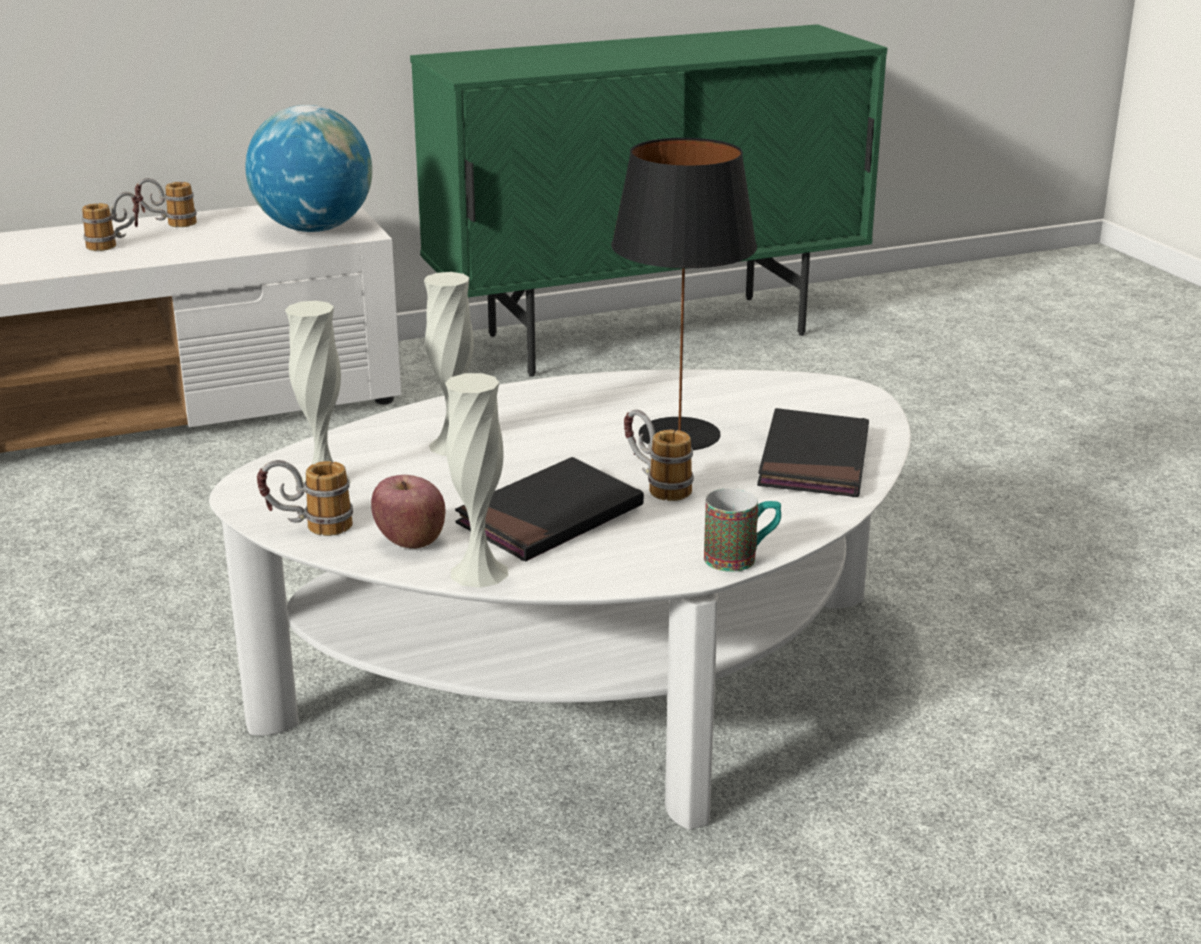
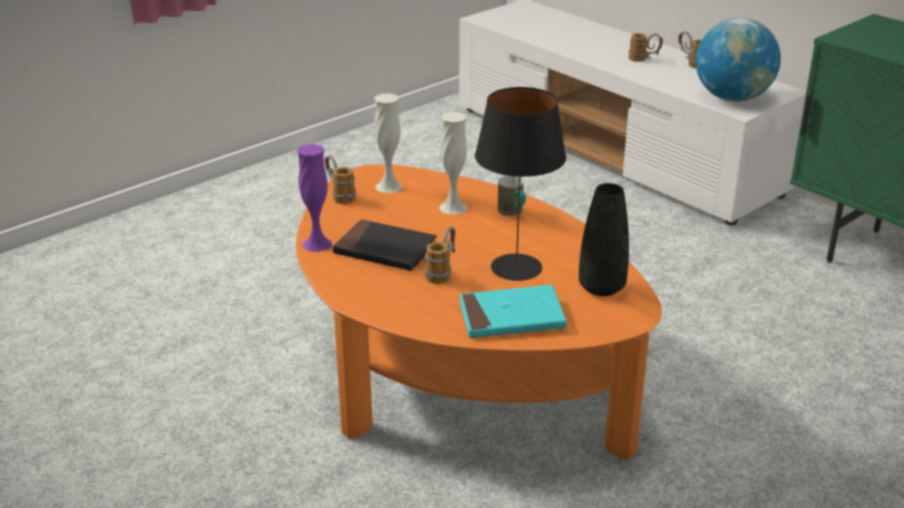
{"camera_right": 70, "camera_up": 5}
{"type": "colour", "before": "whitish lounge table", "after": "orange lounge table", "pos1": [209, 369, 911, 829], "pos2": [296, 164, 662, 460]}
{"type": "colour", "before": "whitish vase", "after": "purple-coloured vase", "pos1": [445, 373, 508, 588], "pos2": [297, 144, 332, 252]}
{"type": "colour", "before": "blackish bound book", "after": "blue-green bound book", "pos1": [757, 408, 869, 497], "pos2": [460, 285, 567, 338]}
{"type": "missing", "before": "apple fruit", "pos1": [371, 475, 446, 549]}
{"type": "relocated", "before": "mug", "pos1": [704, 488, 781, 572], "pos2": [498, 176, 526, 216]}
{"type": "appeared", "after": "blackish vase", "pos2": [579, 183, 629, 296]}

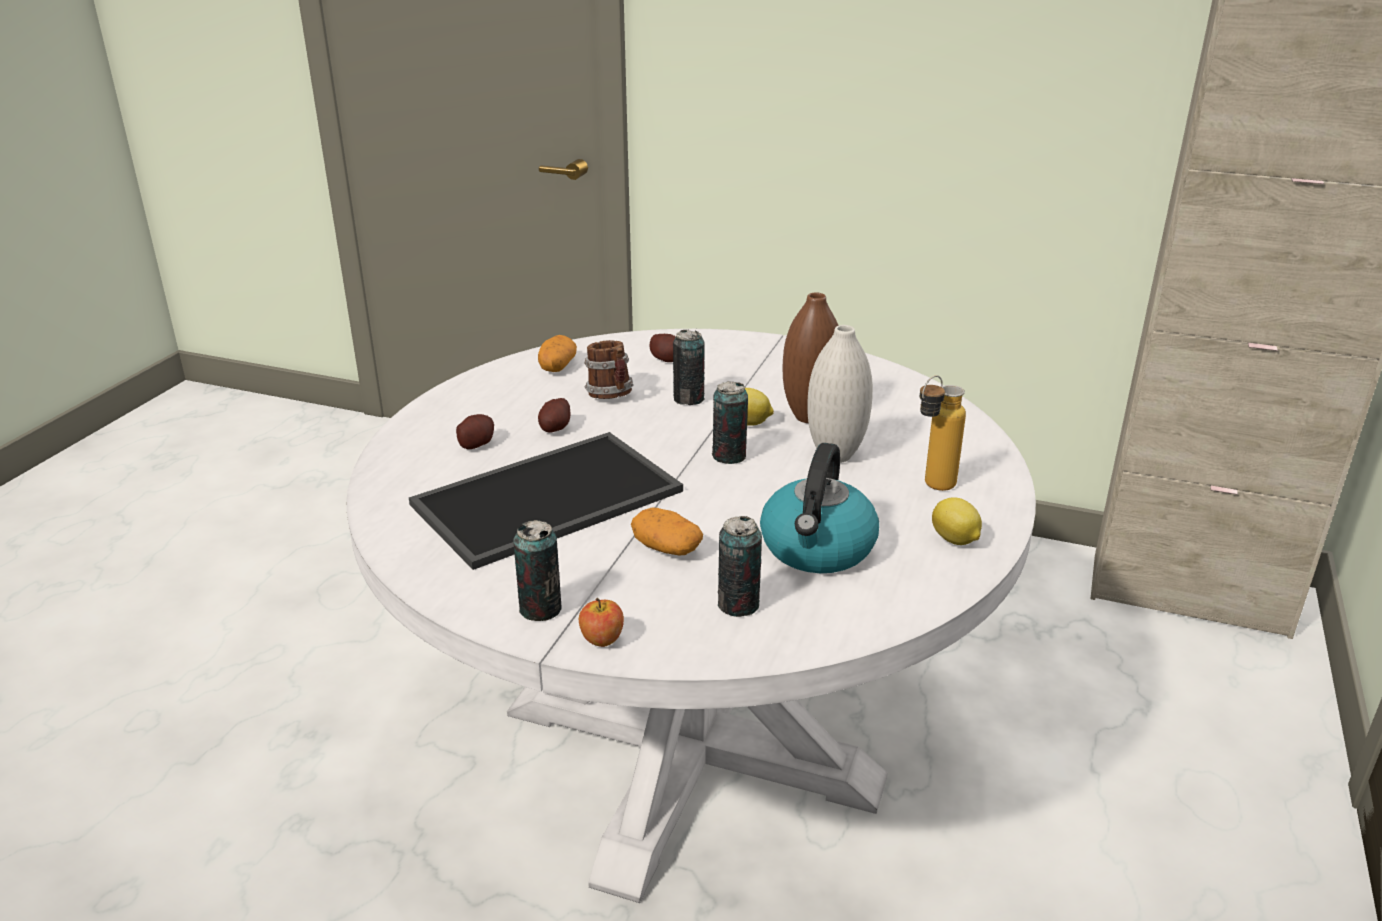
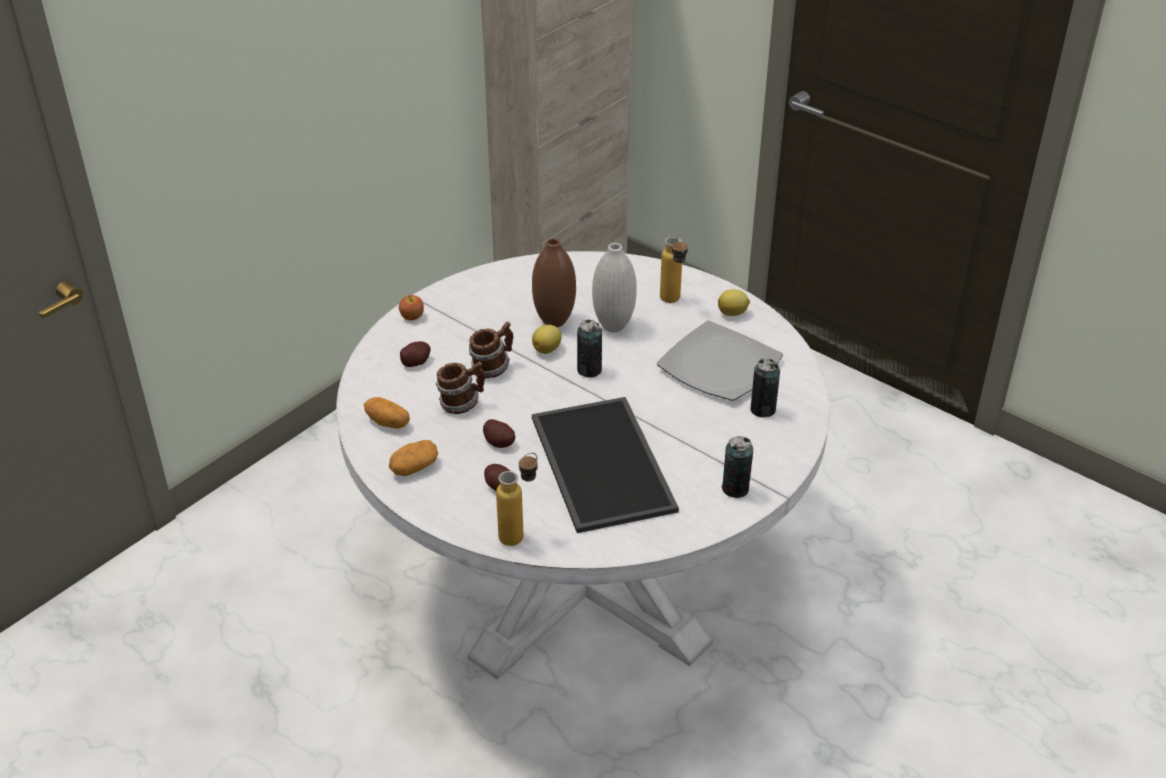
{"camera_right": -70, "camera_up": 10}
{"type": "exchanged", "before": "metal can", "after": "mug", "pos1": [673, 330, 705, 405], "pos2": [469, 322, 513, 378]}
{"type": "exchanged", "before": "kettle", "after": "dinner plate", "pos1": [760, 443, 879, 573], "pos2": [657, 321, 783, 401]}
{"type": "relocated", "before": "whole potato", "pos1": [631, 508, 703, 555], "pos2": [389, 440, 438, 476]}
{"type": "relocated", "before": "apple fruit", "pos1": [579, 598, 624, 647], "pos2": [399, 295, 424, 320]}
{"type": "appeared", "after": "beverage bottle", "pos2": [496, 453, 538, 546]}

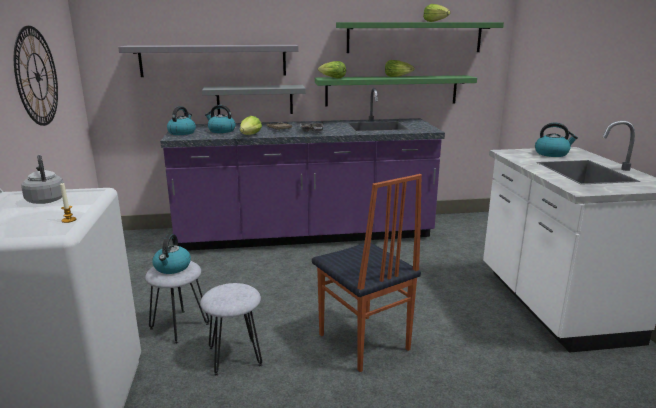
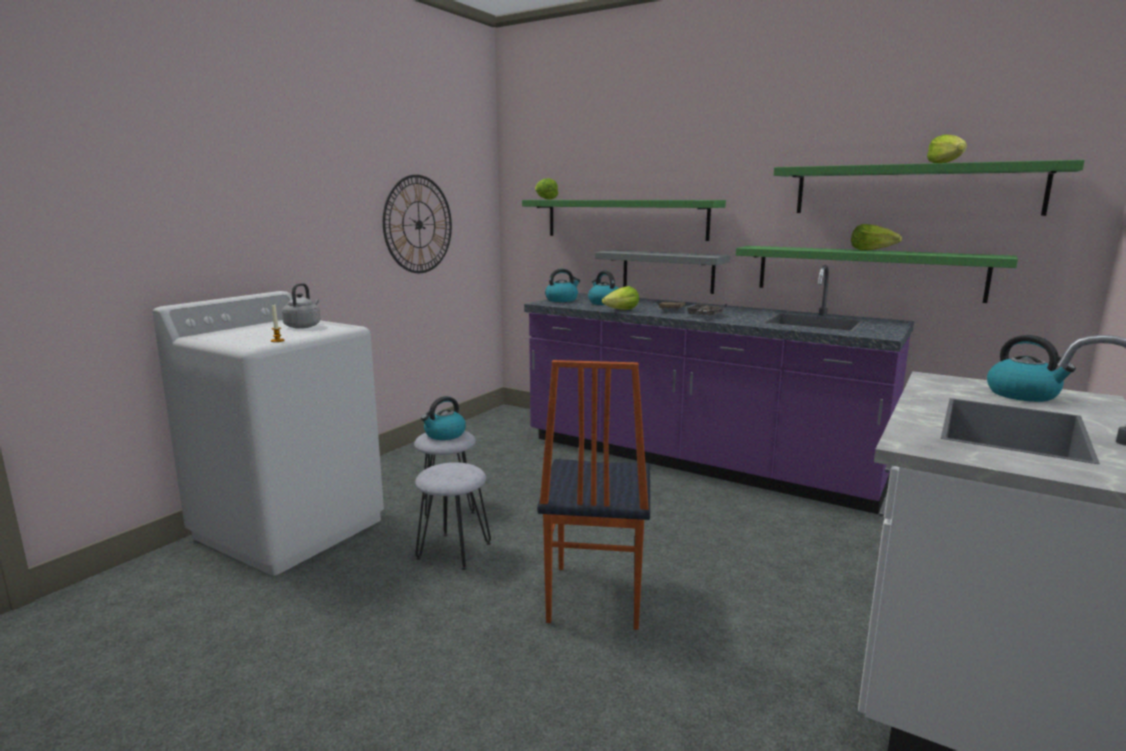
{"camera_right": 40, "camera_up": -5}
{"type": "colour", "before": "gray wall shelf", "after": "green wall shelf", "pos1": [118, 45, 299, 77], "pos2": [522, 200, 726, 241]}
{"type": "relocated", "before": "lettuce head", "pos1": [318, 61, 346, 79], "pos2": [535, 178, 558, 200]}

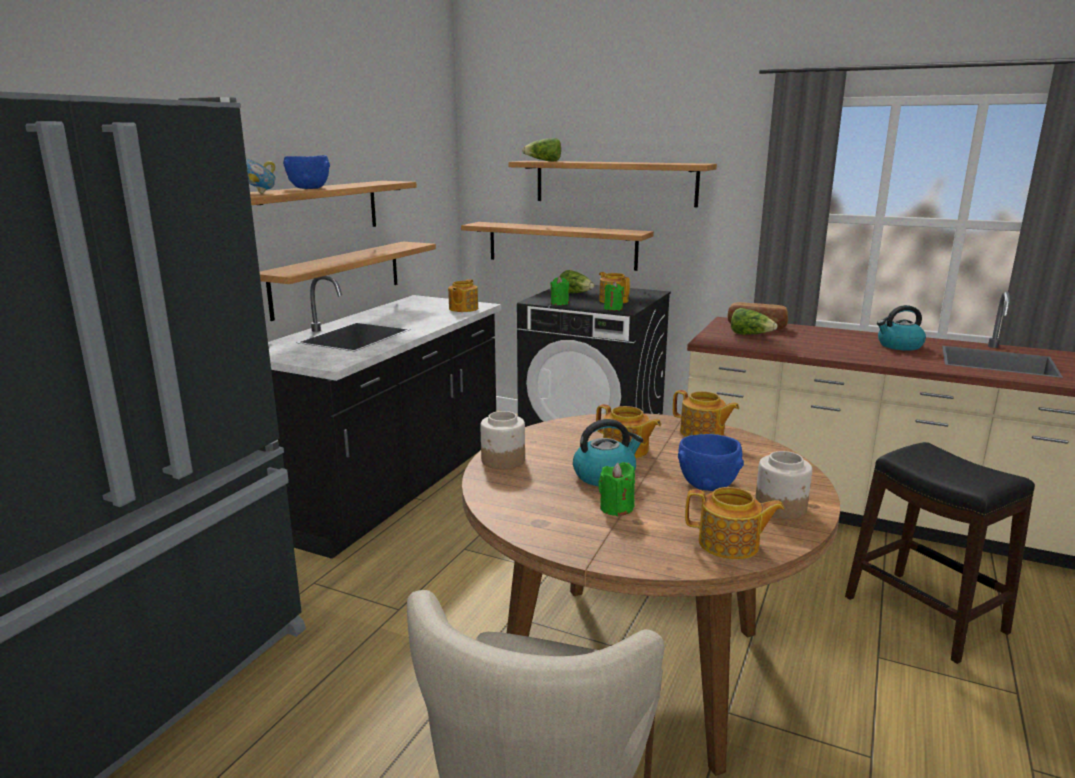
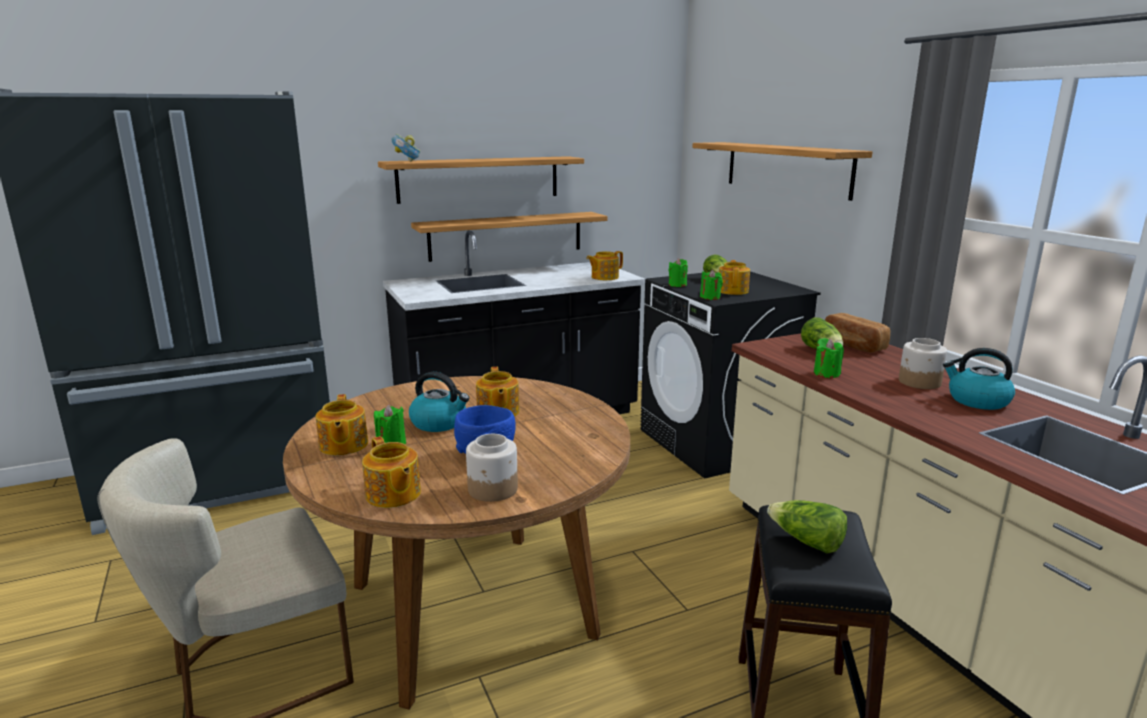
{"camera_right": 40, "camera_up": 0}
{"type": "relocated", "before": "lettuce head", "pos1": [522, 138, 561, 161], "pos2": [767, 500, 847, 553]}
{"type": "missing", "before": "blue serving bowl", "pos1": [283, 155, 330, 189]}
{"type": "missing", "before": "wall shelf", "pos1": [461, 222, 654, 271]}
{"type": "relocated", "before": "teapot", "pos1": [673, 390, 739, 437], "pos2": [315, 394, 368, 456]}
{"type": "relocated", "before": "storage jar", "pos1": [480, 411, 525, 469], "pos2": [899, 338, 947, 389]}
{"type": "appeared", "after": "green wax candle", "pos2": [814, 338, 844, 378]}

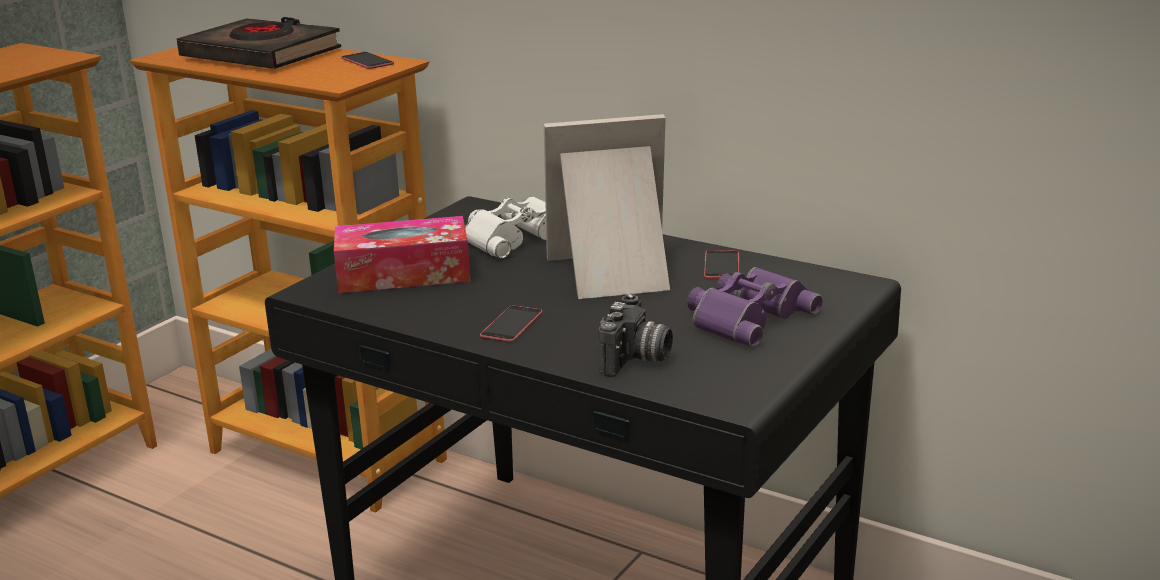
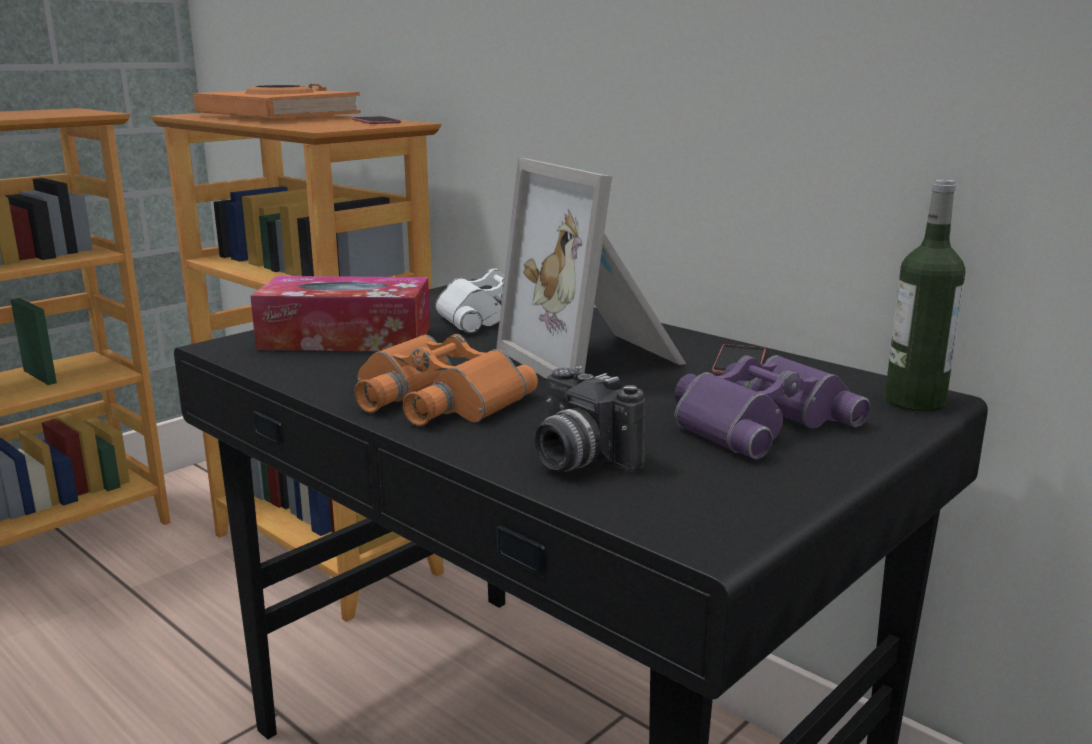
{"camera_right": 10, "camera_up": -5}
{"type": "colour", "before": "blackish bound book", "after": "orange bound book", "pos1": [177, 17, 341, 69], "pos2": [193, 84, 361, 118]}
{"type": "spun", "before": "standing frame", "pos1": [544, 114, 670, 299], "pos2": [496, 158, 686, 379], "turn": -120}
{"type": "spun", "before": "still camera", "pos1": [598, 293, 673, 377], "pos2": [535, 366, 645, 473], "turn": 105}
{"type": "exchanged", "before": "handset", "after": "orange binoculars", "pos1": [480, 305, 542, 342], "pos2": [354, 334, 538, 426]}
{"type": "appeared", "after": "beverage bottle", "pos2": [885, 179, 965, 412]}

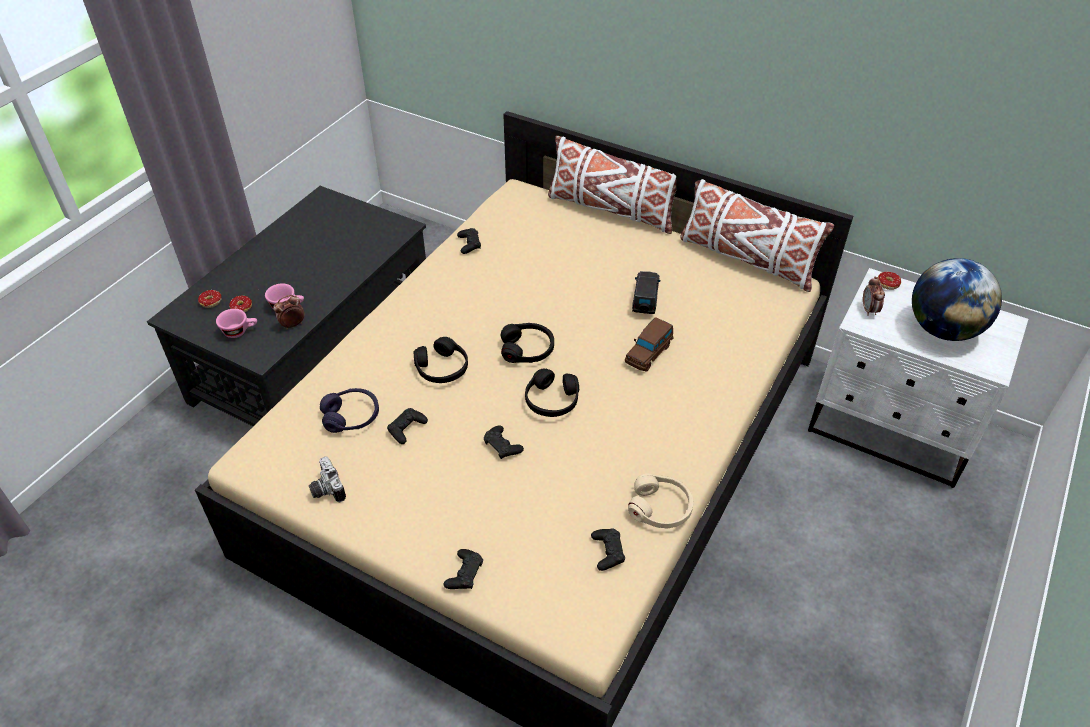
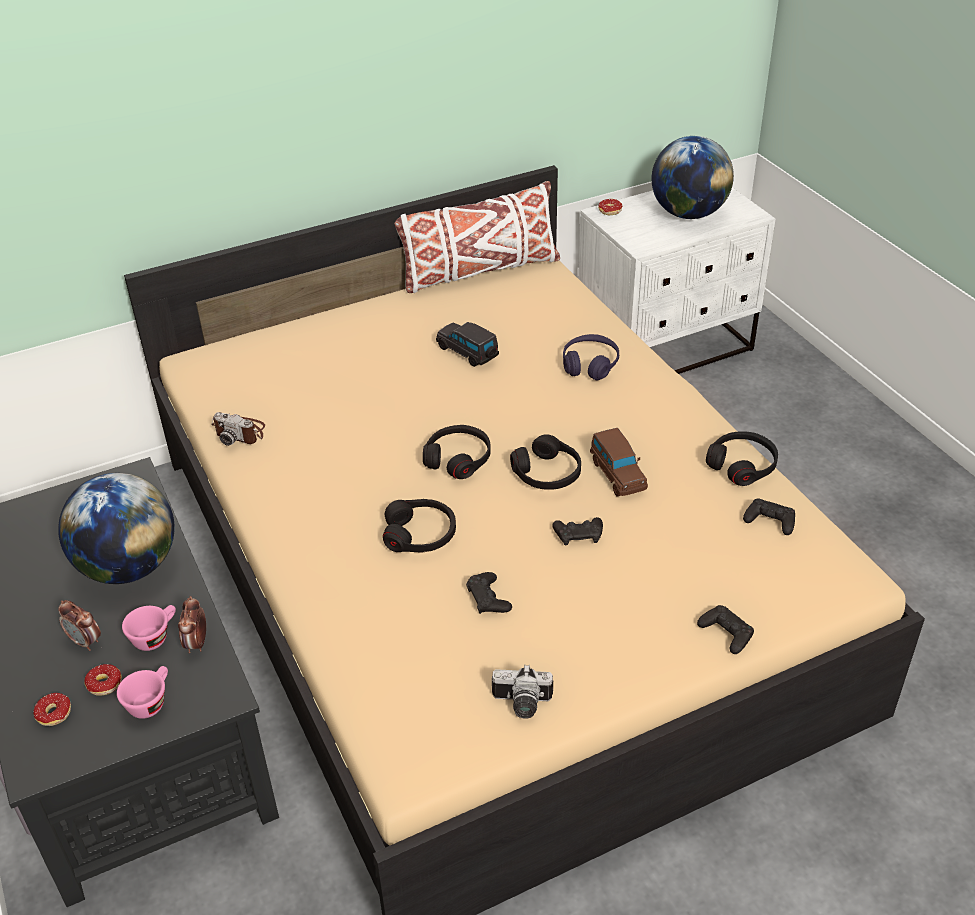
{"camera_right": -55, "camera_up": -5}
{"type": "missing", "before": "whitish cushion", "pos1": [548, 136, 677, 234]}
{"type": "exchanged", "before": "blackish joypad", "after": "still camera", "pos1": [457, 228, 481, 254], "pos2": [211, 412, 265, 446]}
{"type": "relocated", "before": "table clock", "pos1": [863, 276, 885, 316], "pos2": [58, 600, 101, 651]}
{"type": "relocated", "before": "brown toy car", "pos1": [625, 317, 674, 372], "pos2": [590, 428, 648, 497]}
{"type": "relocated", "before": "purple-coloured headset", "pos1": [320, 388, 379, 433], "pos2": [563, 334, 619, 380]}
{"type": "colour", "before": "beige headset", "after": "blackish headset", "pos1": [628, 473, 694, 528], "pos2": [706, 431, 778, 486]}
{"type": "appeared", "after": "desk globe", "pos2": [58, 473, 175, 584]}

